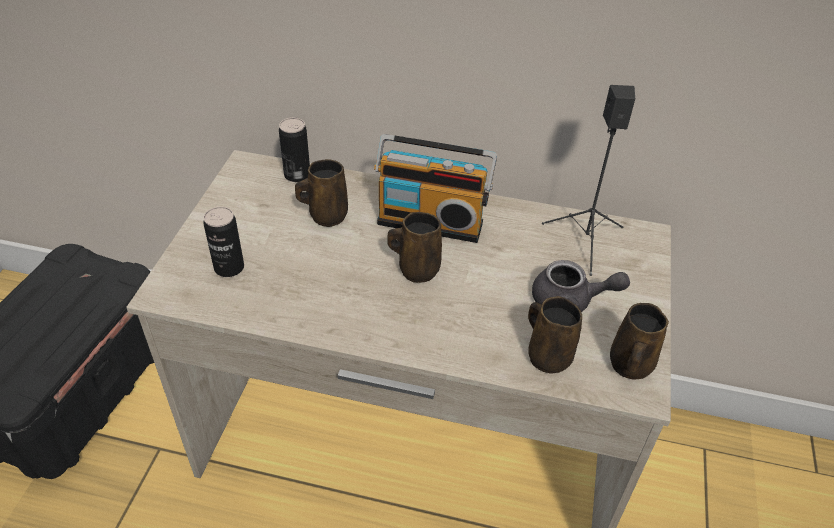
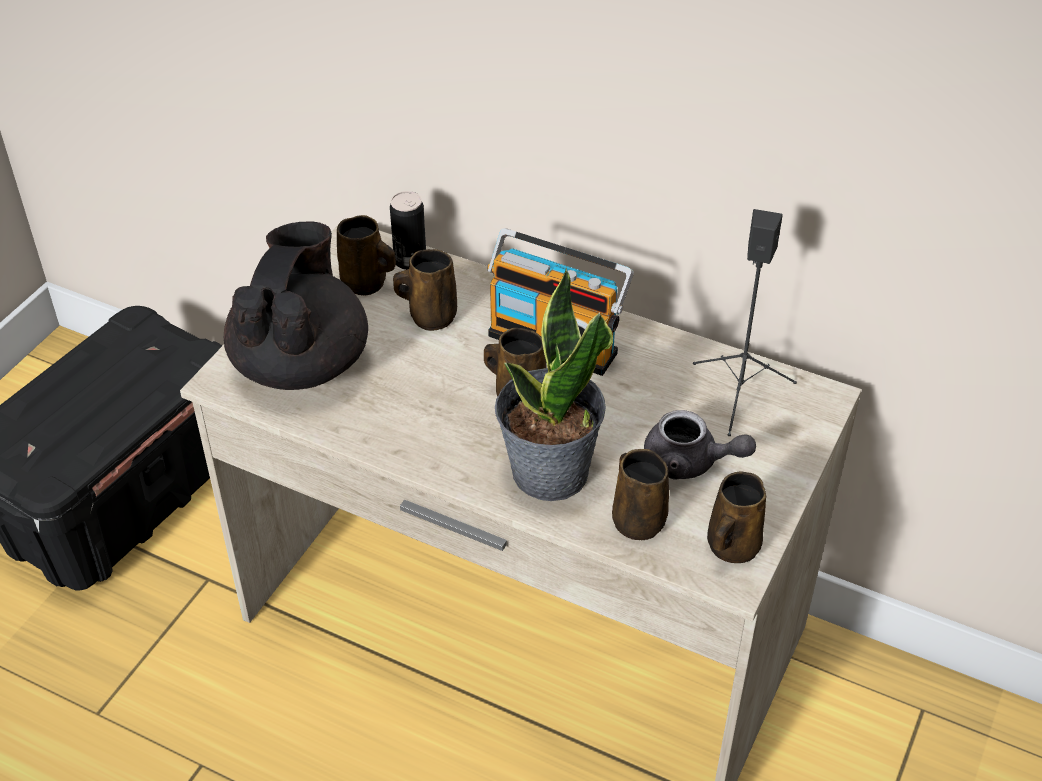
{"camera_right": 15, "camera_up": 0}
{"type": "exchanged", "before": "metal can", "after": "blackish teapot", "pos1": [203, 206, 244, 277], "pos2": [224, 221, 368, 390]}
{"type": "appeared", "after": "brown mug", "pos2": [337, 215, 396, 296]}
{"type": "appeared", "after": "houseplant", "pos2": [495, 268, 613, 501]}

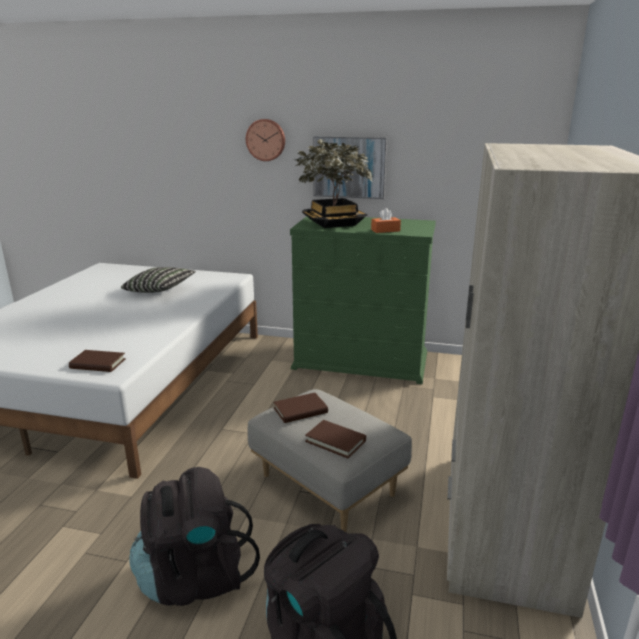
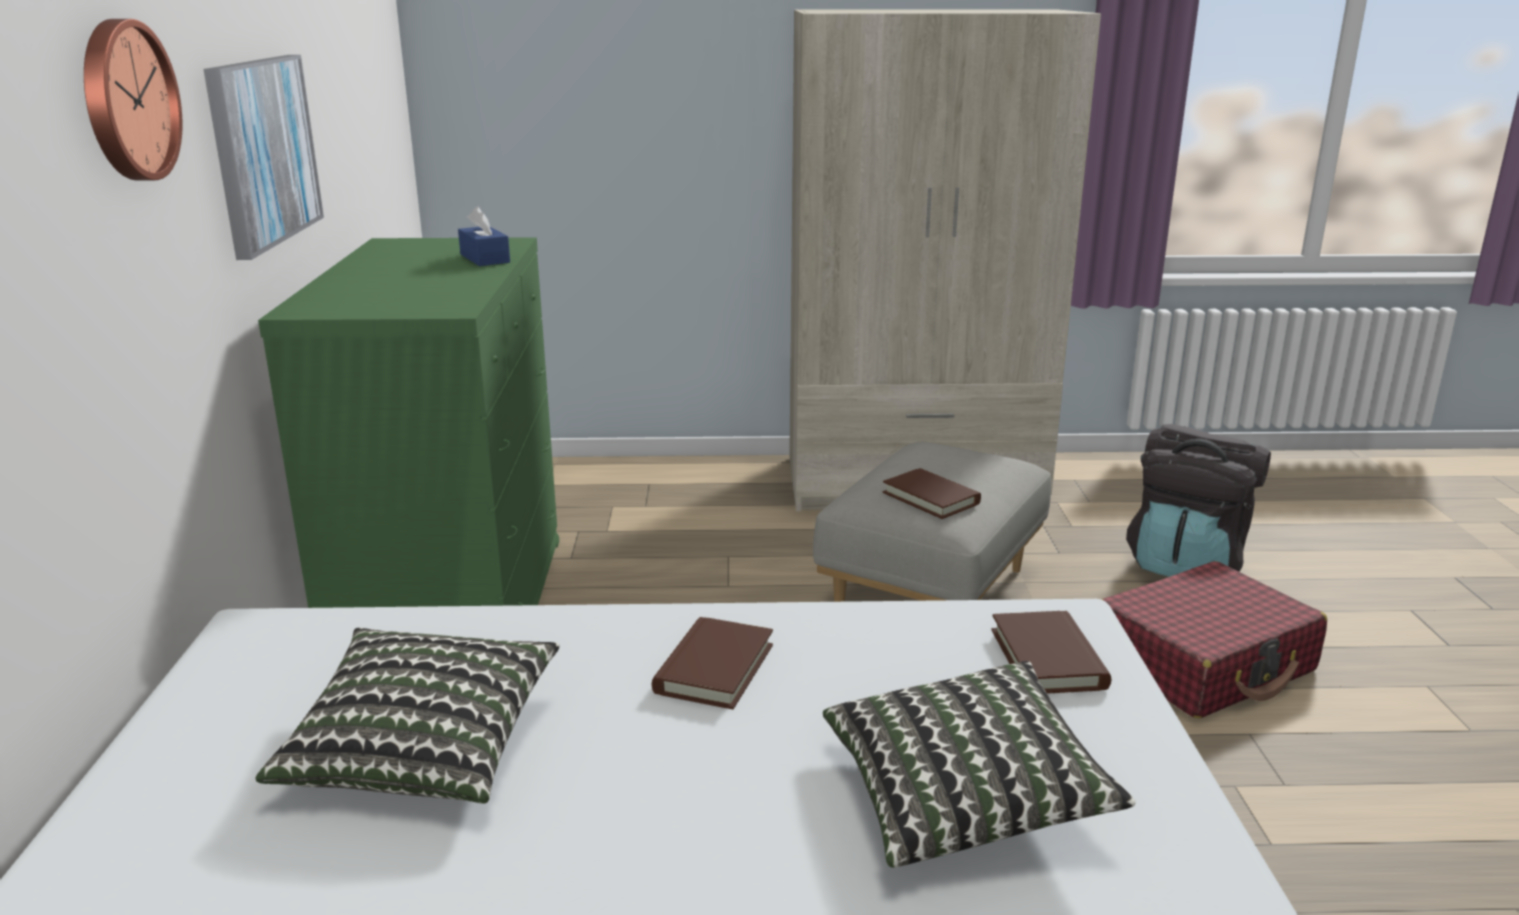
{"camera_right": -105, "camera_up": 0}
{"type": "missing", "before": "houseplant", "pos1": [294, 139, 373, 228]}
{"type": "colour", "before": "orange box of tissues", "after": "blue box of tissues", "pos1": [371, 208, 401, 233], "pos2": [458, 207, 510, 266]}
{"type": "relocated", "before": "brown bound book", "pos1": [305, 420, 366, 459], "pos2": [652, 617, 773, 709]}
{"type": "exchanged", "before": "blackish rucksack", "after": "red-coloured suitcase", "pos1": [129, 467, 260, 606], "pos2": [1101, 561, 1327, 718]}
{"type": "appeared", "after": "cushion", "pos2": [823, 661, 1135, 868]}

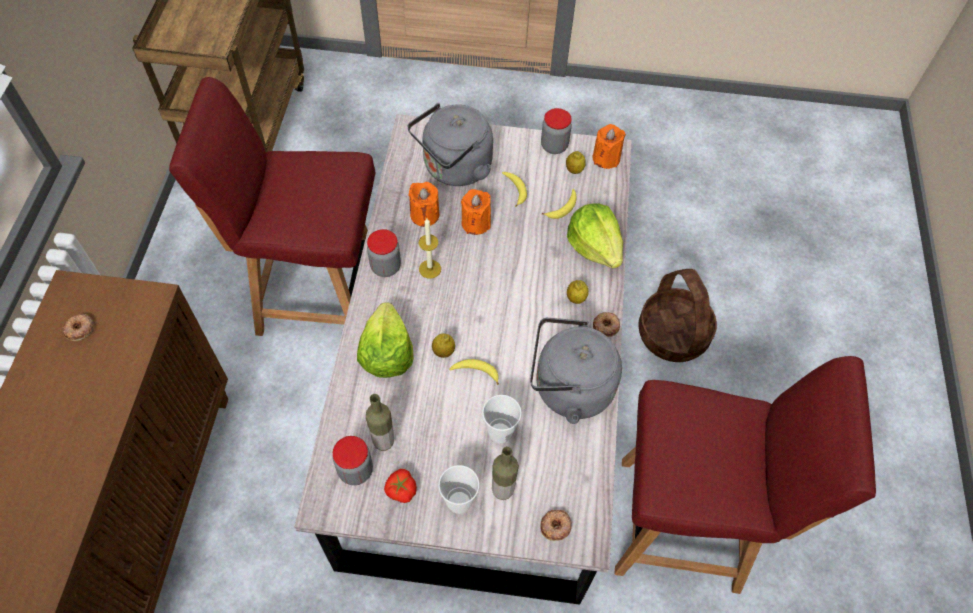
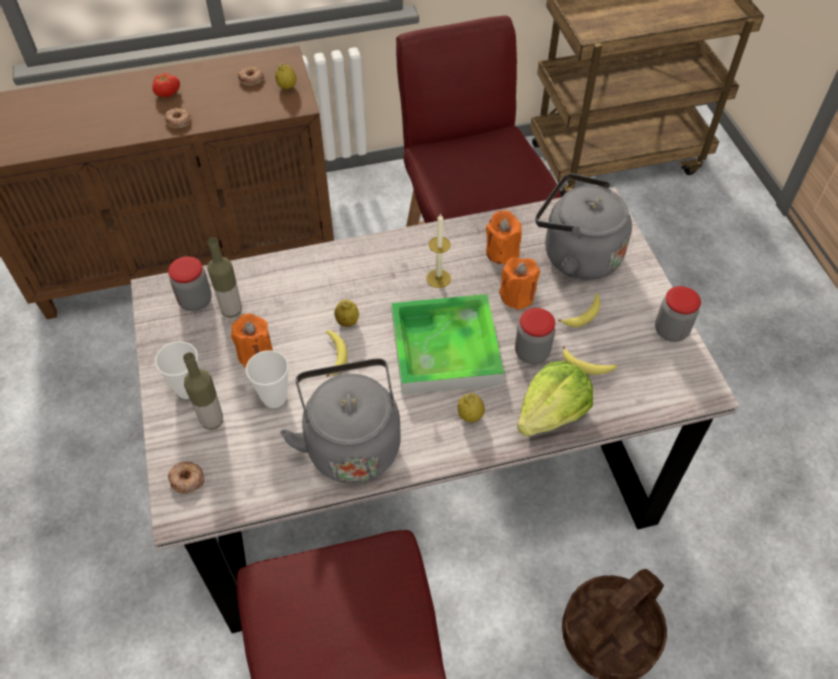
{"camera_right": 70, "camera_up": -5}
{"type": "relocated", "before": "orange wax candle", "pos1": [592, 124, 626, 169], "pos2": [231, 314, 273, 367]}
{"type": "relocated", "before": "whole lemon", "pos1": [566, 151, 586, 174], "pos2": [275, 63, 296, 89]}
{"type": "relocated", "before": "storage jar", "pos1": [367, 229, 401, 277], "pos2": [515, 308, 555, 364]}
{"type": "missing", "before": "lettuce head", "pos1": [357, 302, 413, 378]}
{"type": "relocated", "before": "ring doughnut", "pos1": [593, 312, 620, 337], "pos2": [164, 108, 192, 128]}
{"type": "relocated", "before": "whole tomato", "pos1": [384, 469, 417, 503], "pos2": [152, 73, 180, 97]}
{"type": "appeared", "after": "carrying tray", "pos2": [391, 294, 504, 395]}

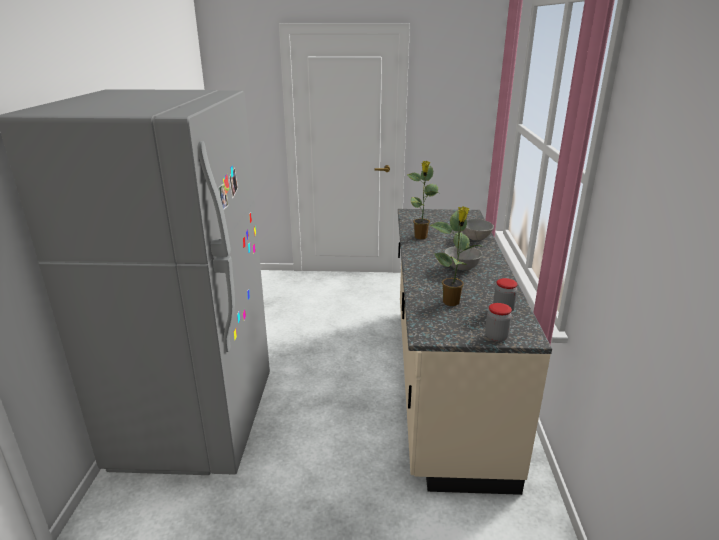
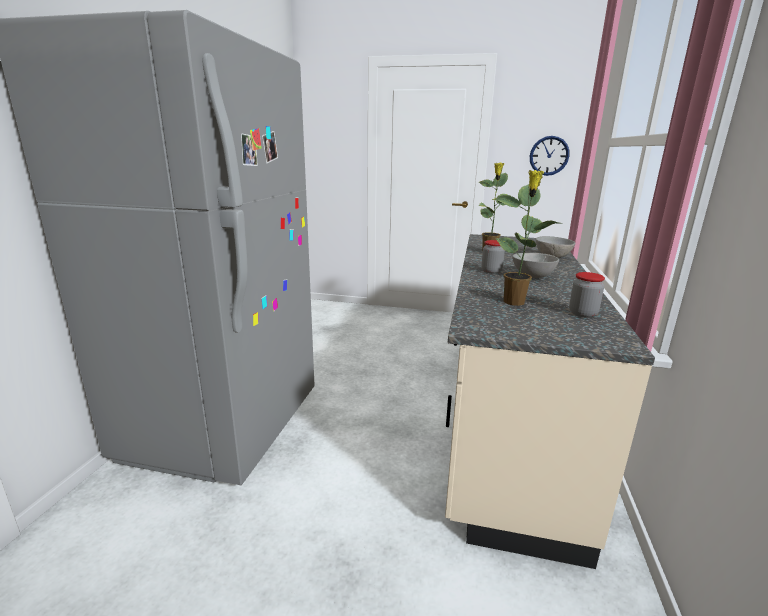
{"camera_right": 10, "camera_up": -5}
{"type": "relocated", "before": "storage jar", "pos1": [485, 303, 512, 342], "pos2": [481, 240, 505, 274]}
{"type": "appeared", "after": "clock on the wall", "pos2": [530, 136, 569, 176]}

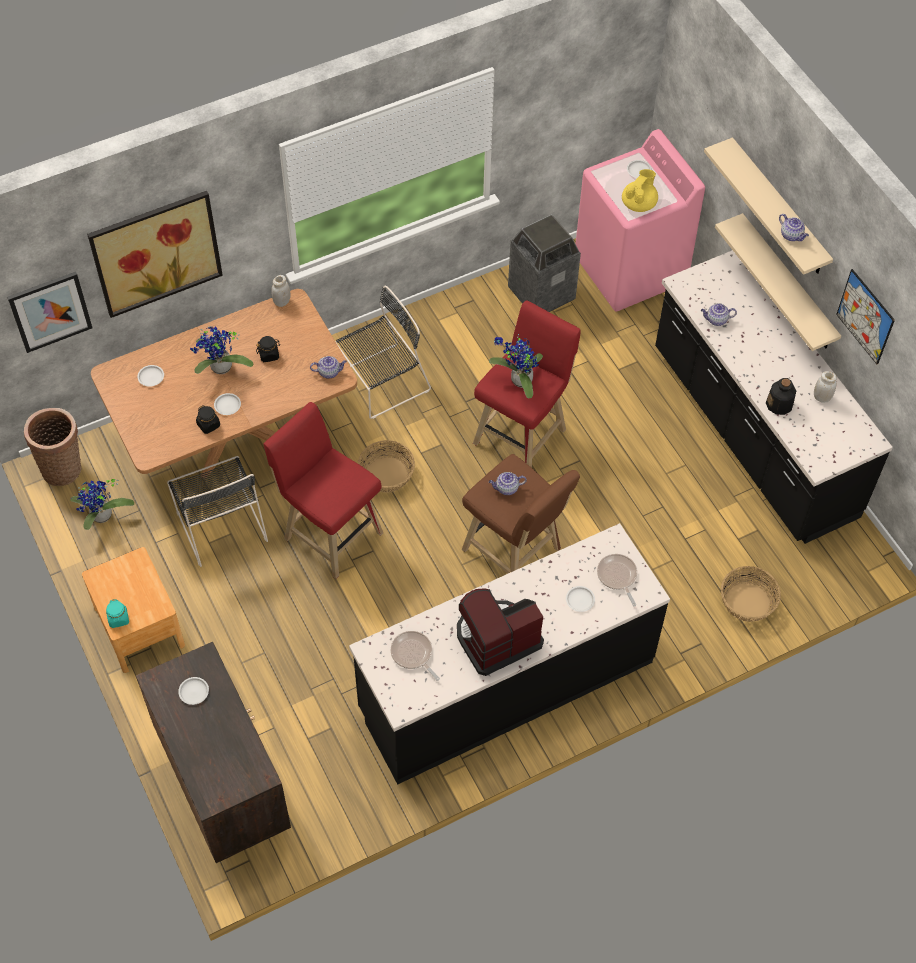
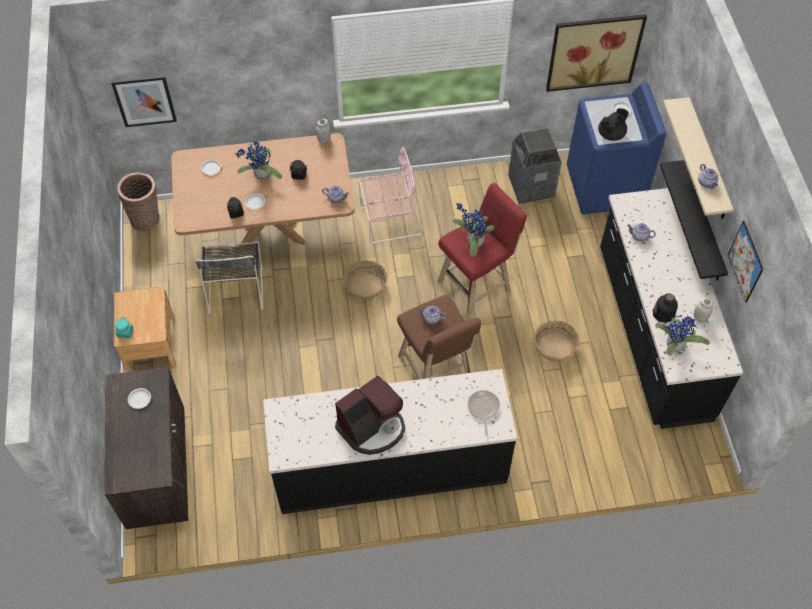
{"camera_right": 20, "camera_up": 0}
{"type": "colour", "before": "pinkish laundry machine", "after": "blue laundry machine", "pos1": [576, 129, 705, 312], "pos2": [567, 82, 666, 214]}
{"type": "colour", "before": "yellow-coloured teapot", "after": "blackish teapot", "pos1": [622, 169, 658, 212], "pos2": [598, 108, 629, 141]}
{"type": "relocated", "before": "picture", "pos1": [87, 191, 223, 318], "pos2": [546, 14, 647, 92]}
{"type": "colour", "before": "beige wall shelf", "after": "blackish wall shelf", "pos1": [715, 213, 841, 351], "pos2": [660, 160, 728, 281]}
{"type": "colour", "before": "blackish chair", "after": "pinkish chair", "pos1": [335, 286, 431, 419], "pos2": [359, 147, 423, 244]}
{"type": "missing", "before": "red-coloured stool", "pos1": [263, 402, 383, 579]}
{"type": "relocated", "before": "houseplant", "pos1": [70, 479, 134, 530], "pos2": [655, 315, 712, 355]}
{"type": "relocated", "before": "household basket", "pos1": [721, 566, 781, 622], "pos2": [534, 320, 579, 362]}
{"type": "missing", "before": "whitish dinner plate", "pos1": [566, 586, 595, 612]}
{"type": "spun", "before": "coffee machine", "pos1": [457, 588, 544, 676], "pos2": [335, 376, 405, 455], "turn": 150}
{"type": "missing", "before": "skillet", "pos1": [391, 631, 440, 681]}

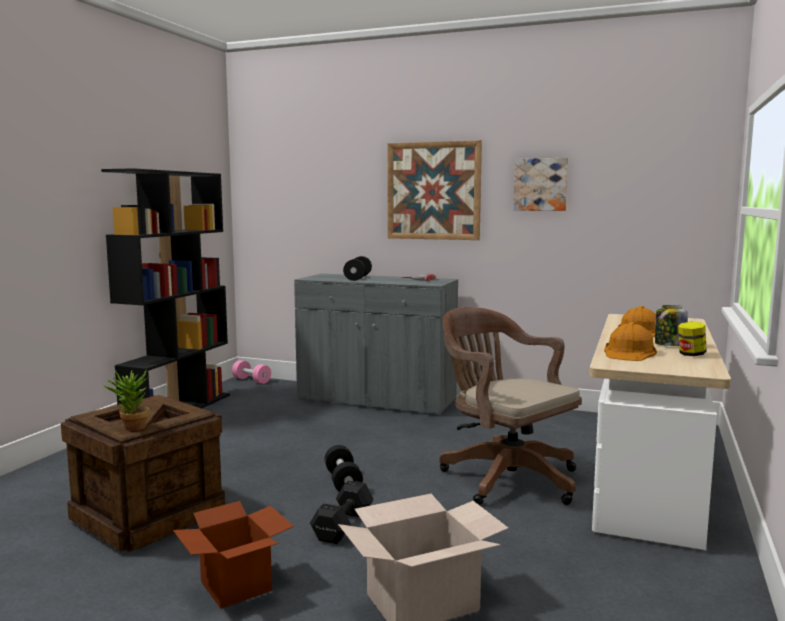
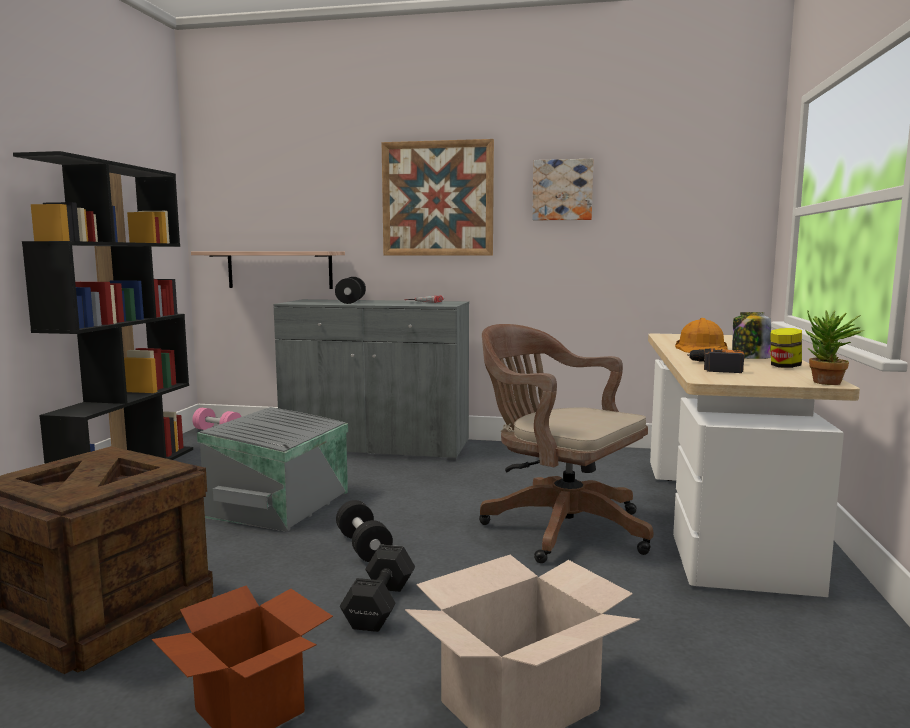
{"camera_right": -10, "camera_up": 0}
{"type": "exchanged", "before": "orange hard hat", "after": "drill", "pos1": [604, 322, 657, 361], "pos2": [687, 348, 744, 373]}
{"type": "relocated", "before": "houseplant", "pos1": [103, 370, 150, 431], "pos2": [805, 310, 864, 385]}
{"type": "appeared", "after": "wall shelf", "pos2": [191, 251, 345, 289]}
{"type": "appeared", "after": "gray storage bin", "pos2": [197, 407, 348, 532]}

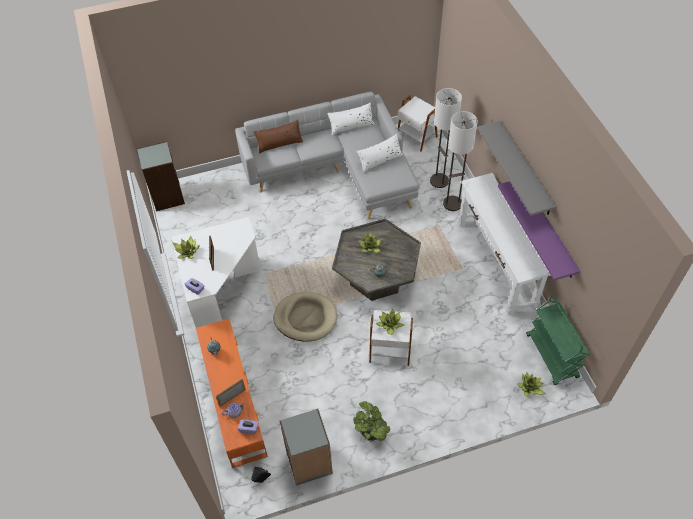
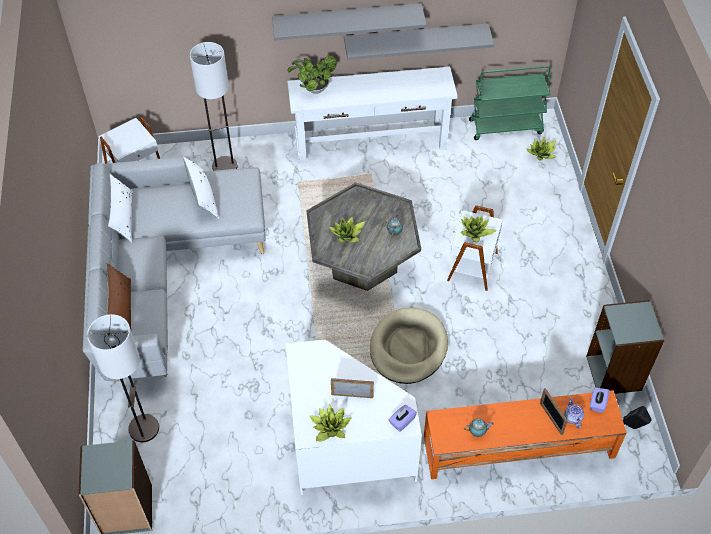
{"camera_right": -80, "camera_up": 0}
{"type": "relocated", "before": "standing lamp", "pos1": [443, 111, 478, 211], "pos2": [87, 314, 159, 442]}
{"type": "colour", "before": "purple-coloured wall shelf", "after": "gray wall shelf", "pos1": [498, 181, 580, 281], "pos2": [344, 24, 494, 60]}
{"type": "relocated", "before": "houseplant", "pos1": [353, 401, 390, 442], "pos2": [287, 55, 337, 94]}

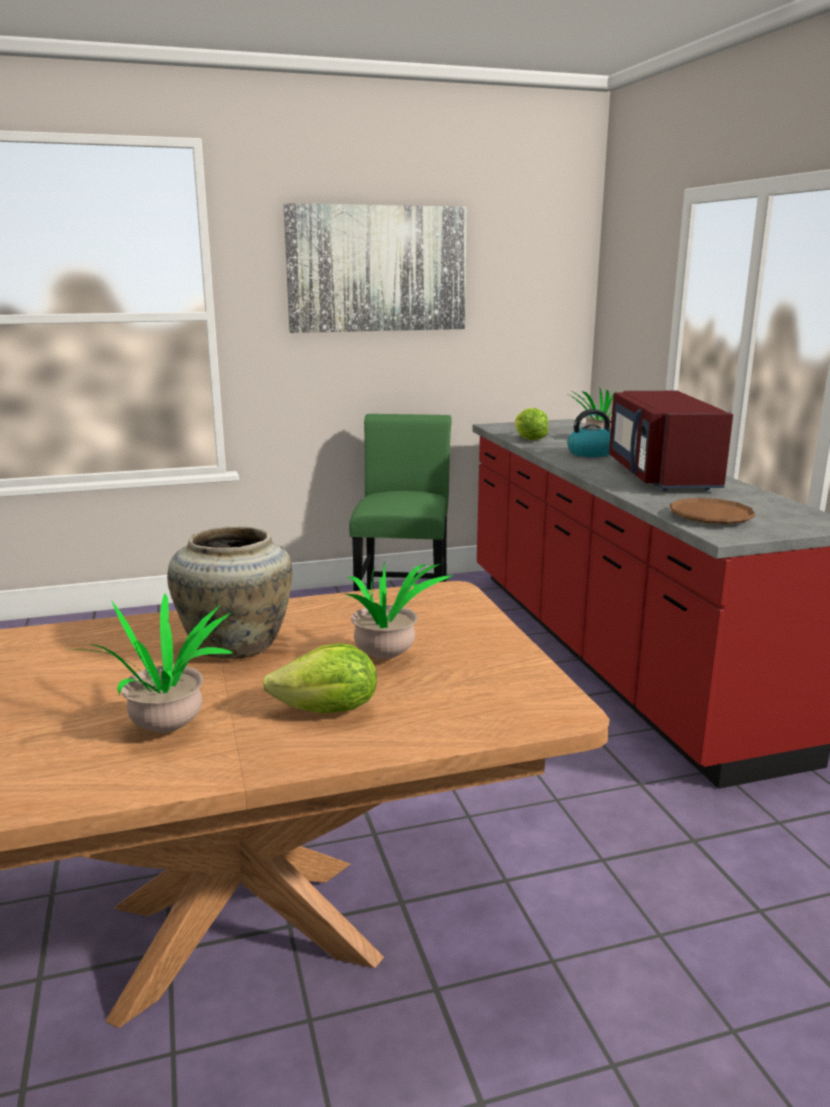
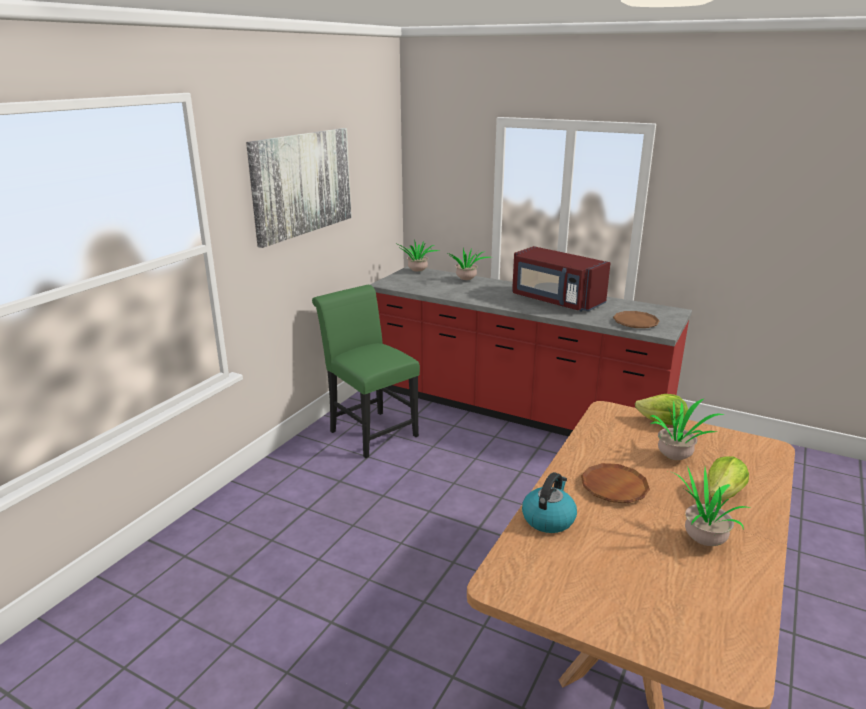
{"camera_right": -45, "camera_up": 5}
{"type": "relocated", "before": "lettuce head", "pos1": [515, 408, 548, 440], "pos2": [635, 394, 688, 425]}
{"type": "relocated", "before": "kettle", "pos1": [567, 409, 611, 457], "pos2": [522, 472, 577, 533]}
{"type": "exchanged", "before": "beige vase", "after": "brown dinner plate", "pos1": [167, 526, 293, 658], "pos2": [581, 463, 650, 503]}
{"type": "appeared", "after": "houseplant", "pos2": [396, 241, 439, 272]}

